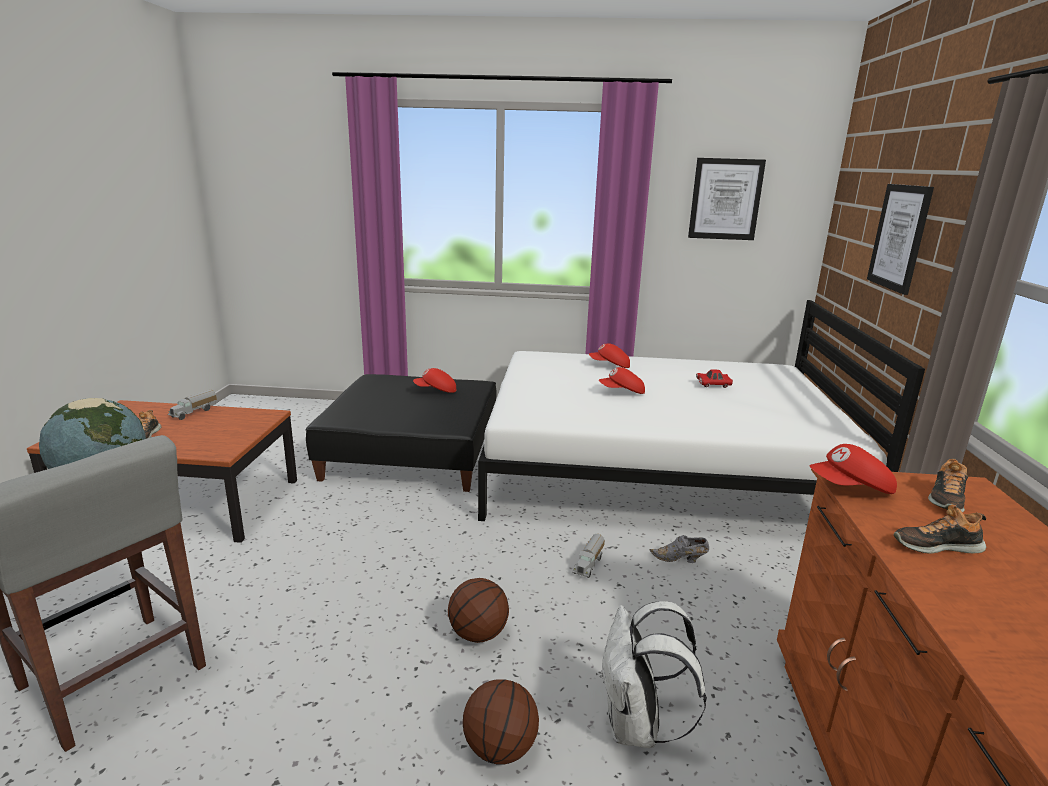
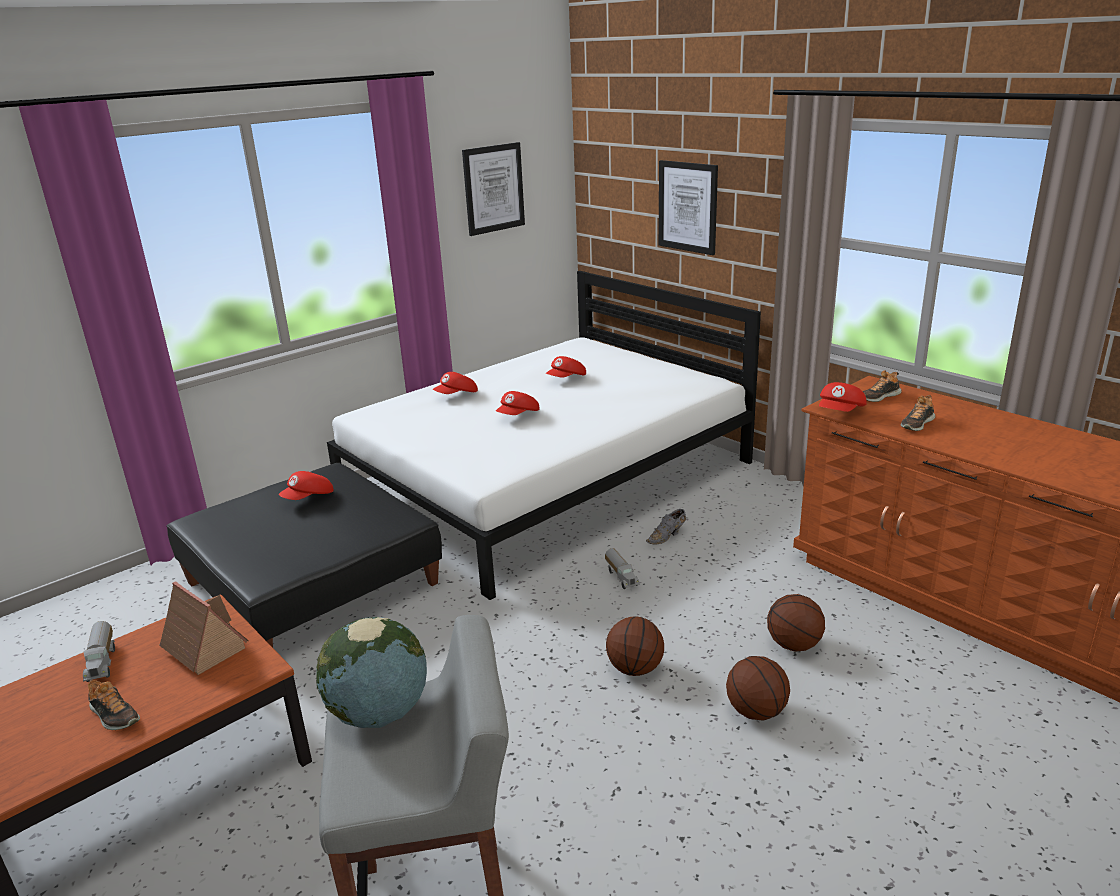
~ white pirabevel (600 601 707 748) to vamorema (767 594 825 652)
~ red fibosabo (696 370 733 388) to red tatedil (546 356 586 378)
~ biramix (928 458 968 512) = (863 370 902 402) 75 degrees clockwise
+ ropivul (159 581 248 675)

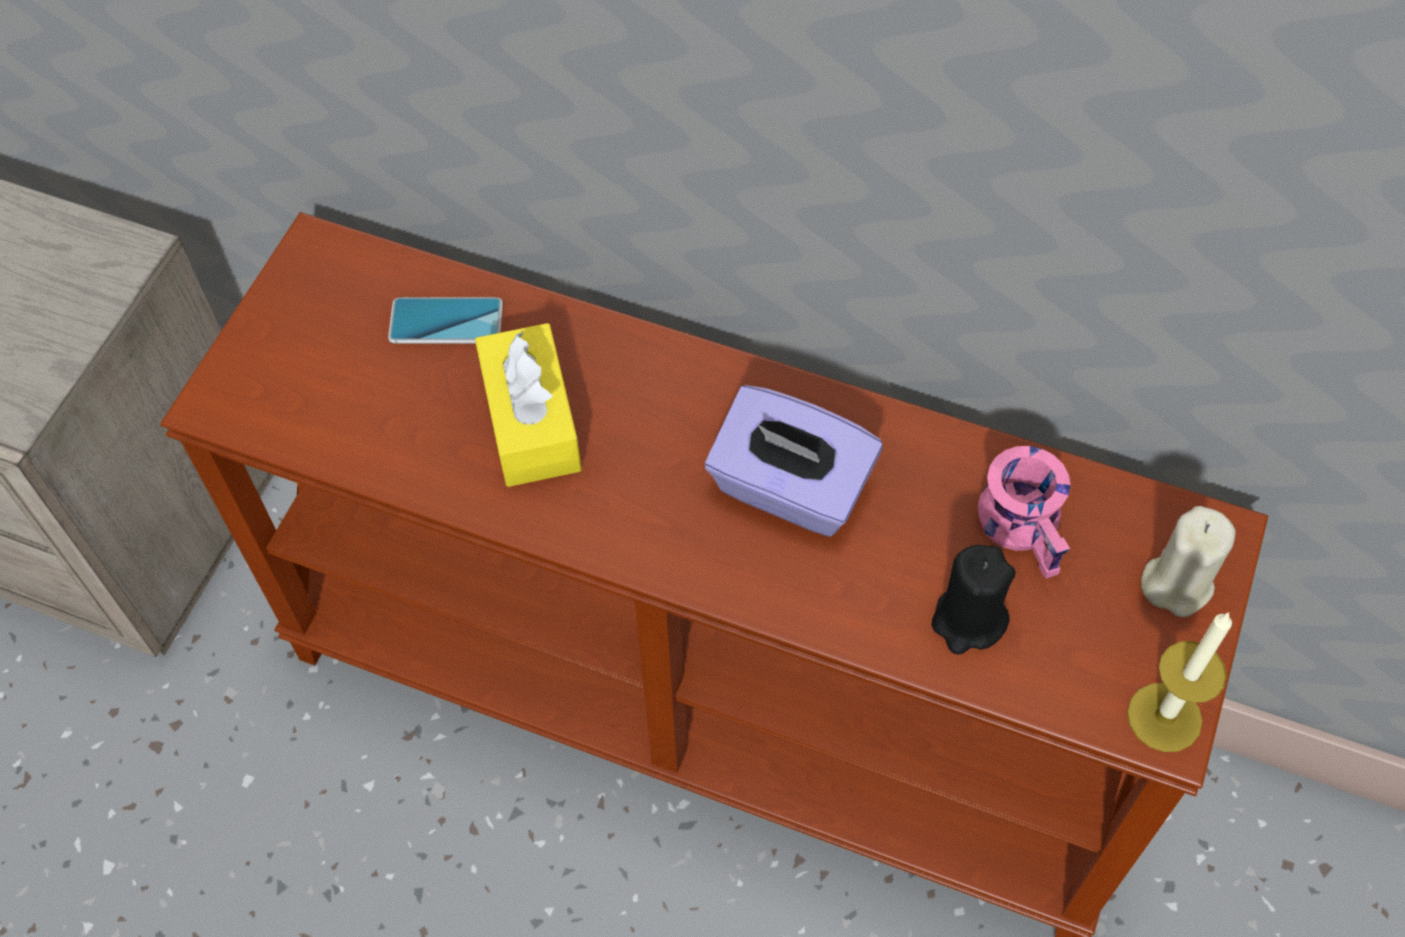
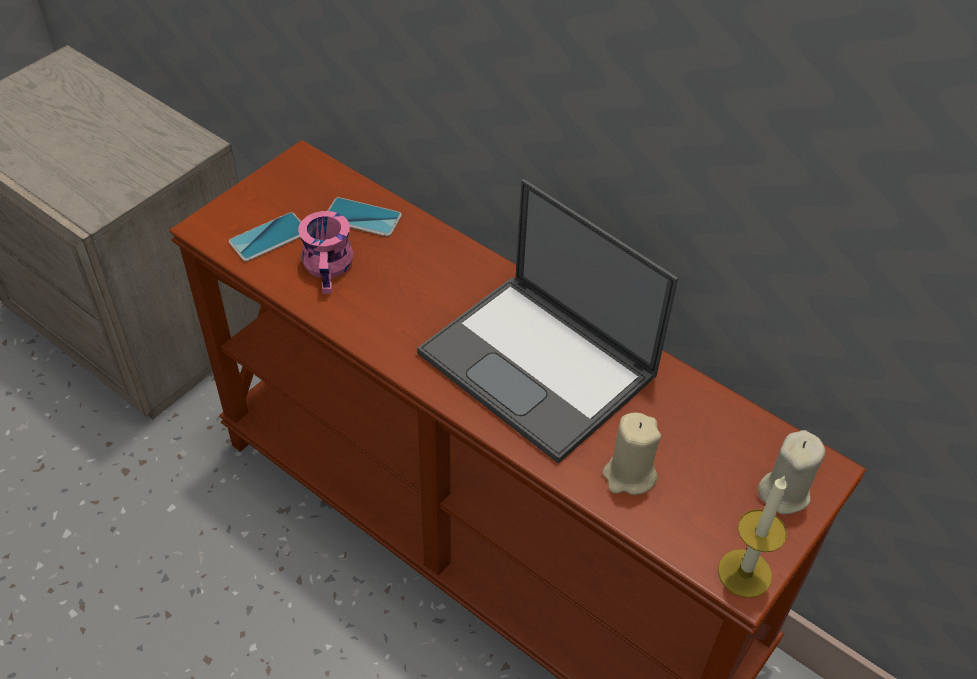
- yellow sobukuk (475 323 582 487)
~ purple sobukuk (705 385 883 537) to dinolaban (417 179 678 464)
~ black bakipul (932 545 1015 655) to beige bakipul (603 412 661 495)
~ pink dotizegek (978 446 1071 579) to (298 211 353 294)
+ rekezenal (229 212 301 261)

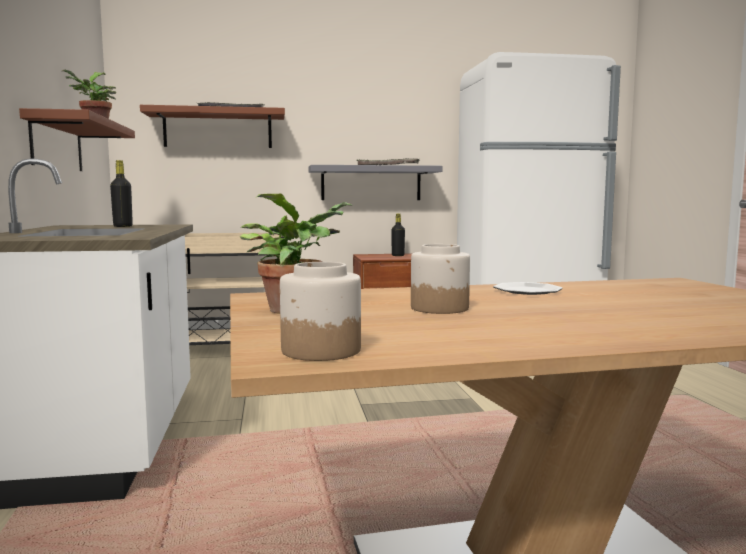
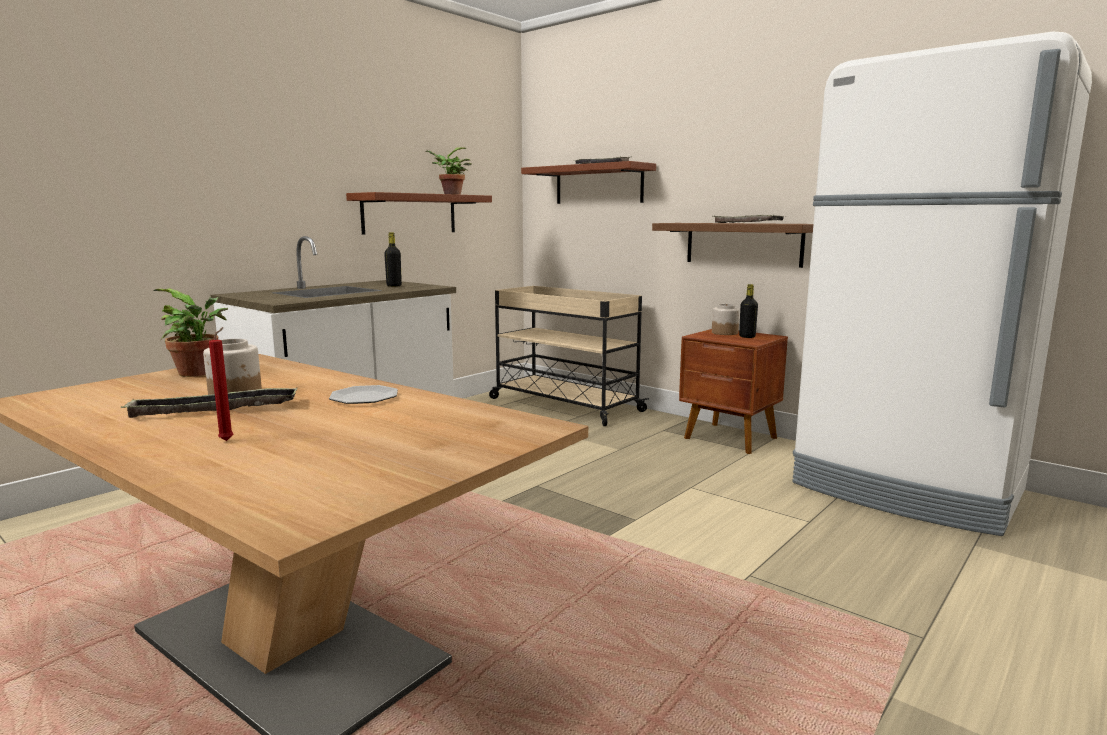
~ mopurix (280 262 361 361) to (712 304 740 335)
~ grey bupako (309 165 442 200) to brown bupako (652 223 813 268)
+ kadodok (121 387 297 418)
+ red bakipul (209 327 233 441)

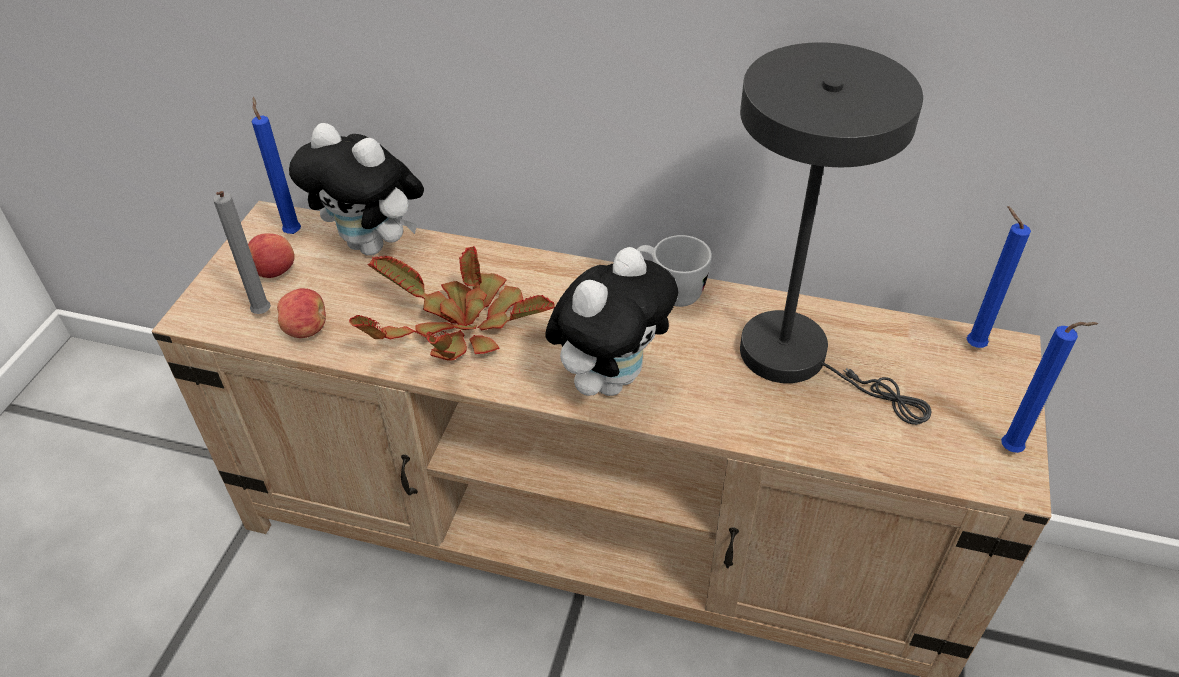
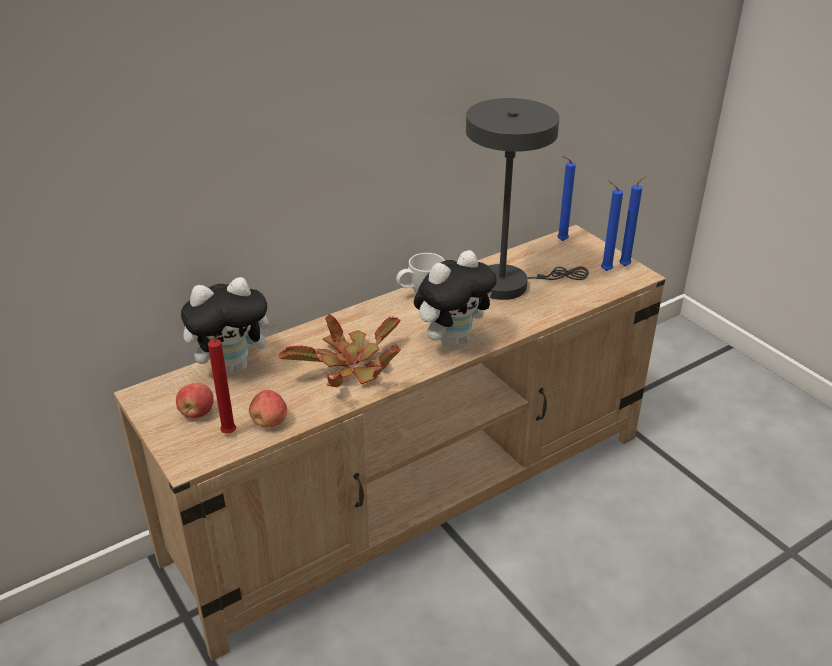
~ grey bakipul (213 191 271 314) to red bakipul (208 335 236 434)
~ blue bakipul (252 97 301 234) to (601 180 623 271)
~ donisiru (545 247 678 396) = (414 250 497 348) 60 degrees clockwise

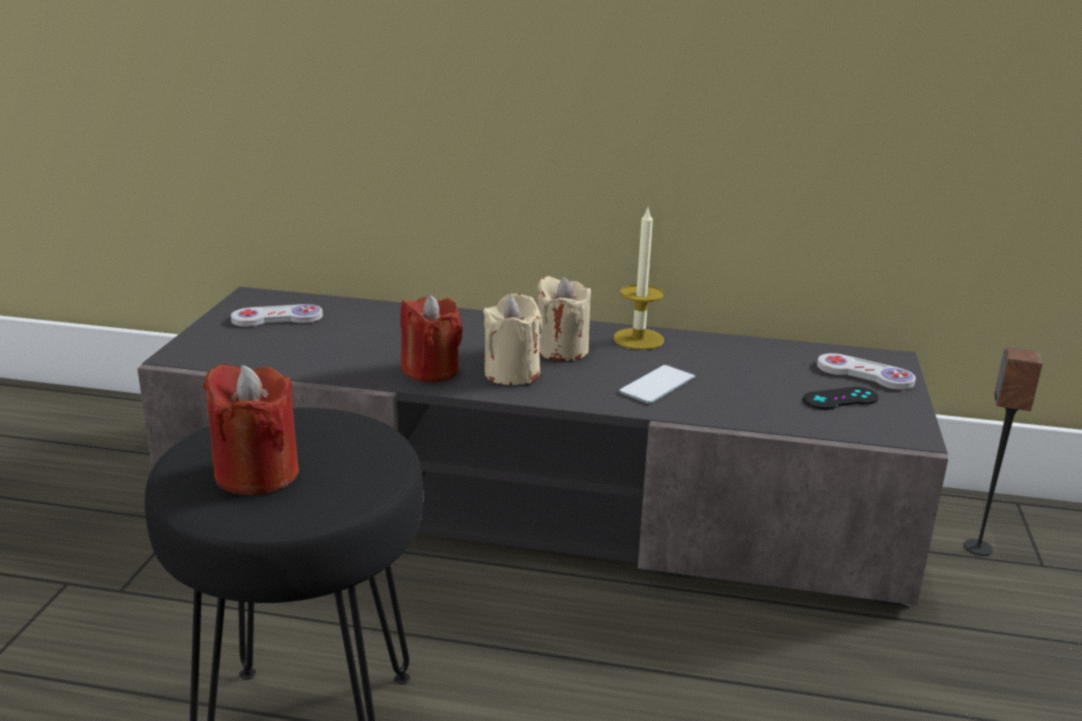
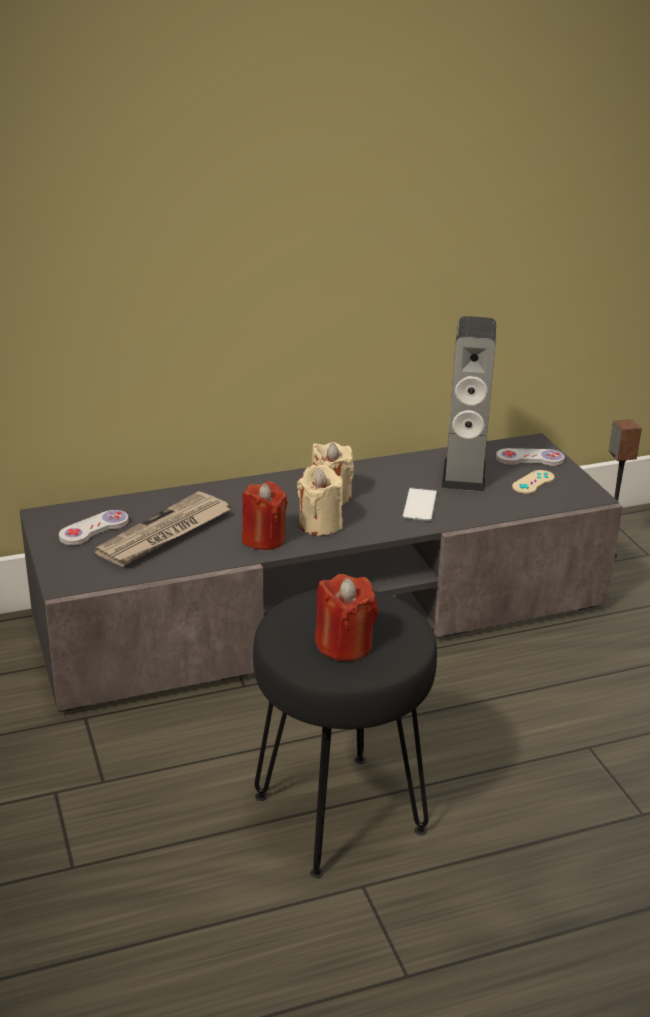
- bakipul (613 209 664 350)
~ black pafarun (803 387 879 410) to beige pafarun (512 470 554 494)
+ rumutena (94 491 231 567)
+ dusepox (442 316 496 492)

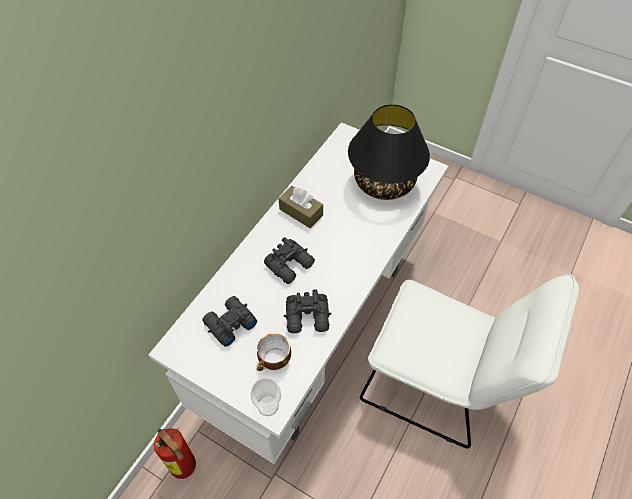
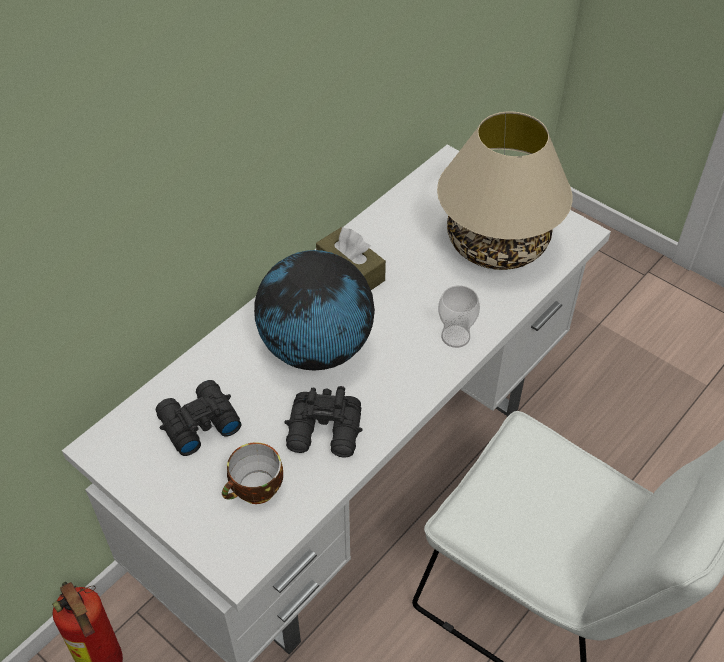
~ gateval (250 378 281 416) to (438 285 480 348)
~ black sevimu (264 237 315 284) to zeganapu (254 250 375 371)
~ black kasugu (348 104 430 200) to beige kasugu (437 111 572 270)

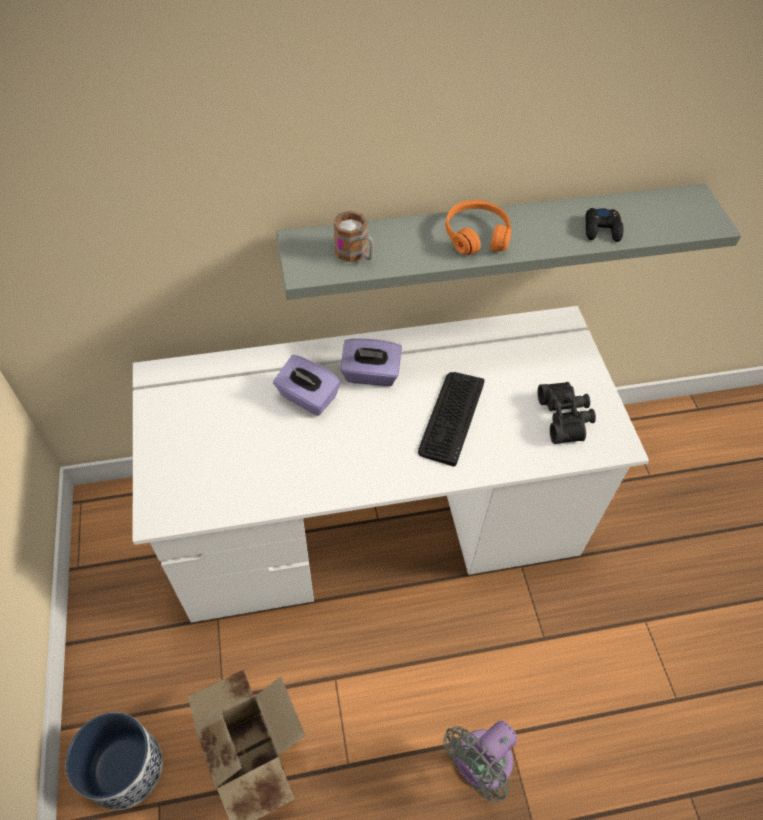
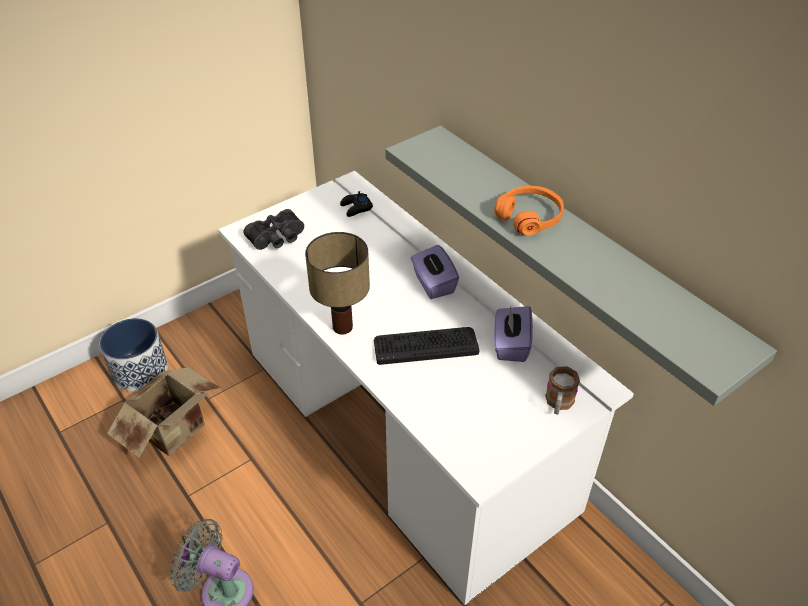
~ purple sobukuk (273 355 341 416) to (494 306 533 362)
~ dotizegek (333 211 374 262) to (545 366 580 414)
~ black sevimu (538 382 596 444) to (244 209 304 250)
~ black pafarun (585 208 624 242) to (340 191 373 217)
+ kasugu (305 232 370 335)

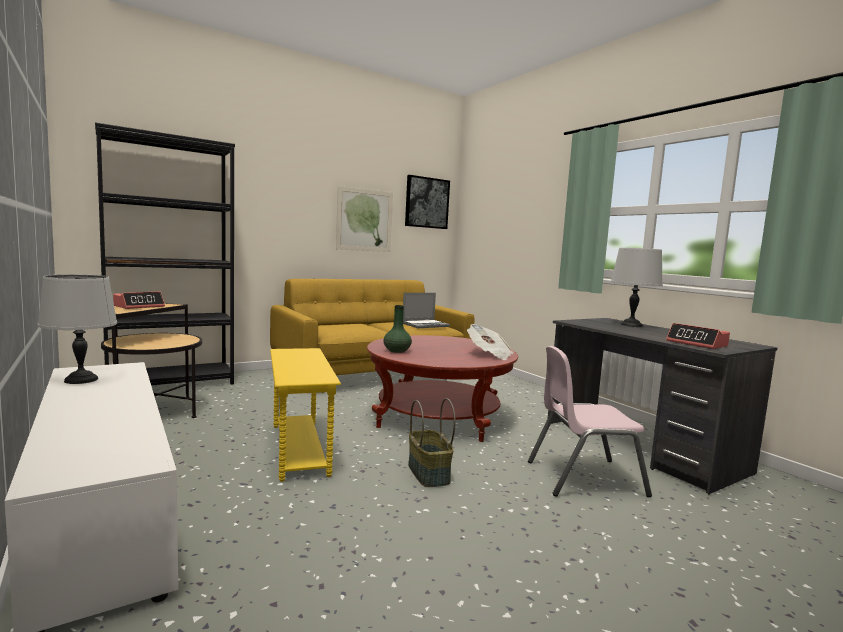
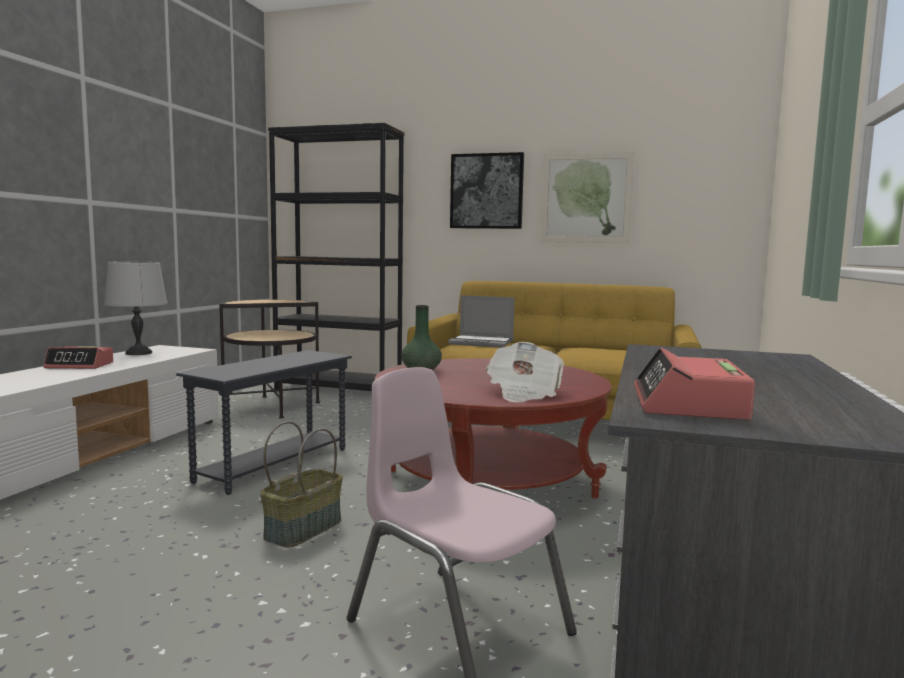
~ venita (113 291 165 309) to (43 346 113 369)
~ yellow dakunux (270 348 341 482) to grey dakunux (176 350 352 495)
~ dinolaban (403 293 450 328) to (448 295 515 348)
~ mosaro (405 175 450 229) to (450 152 524 229)
- grey kasugu (611 248 663 327)

